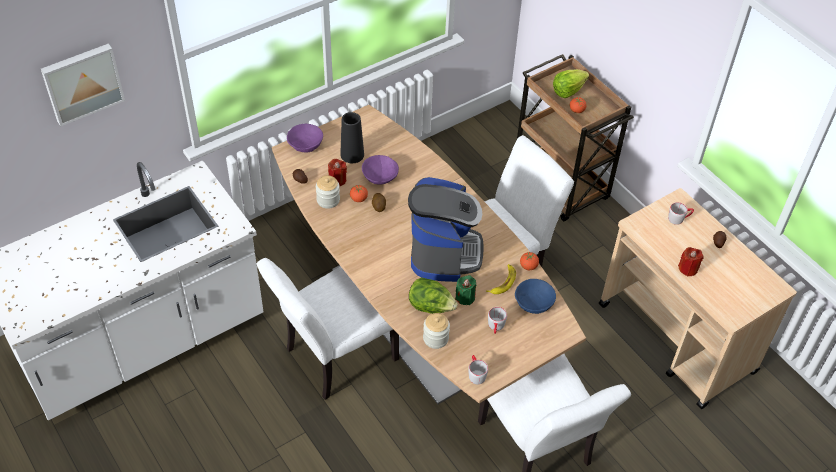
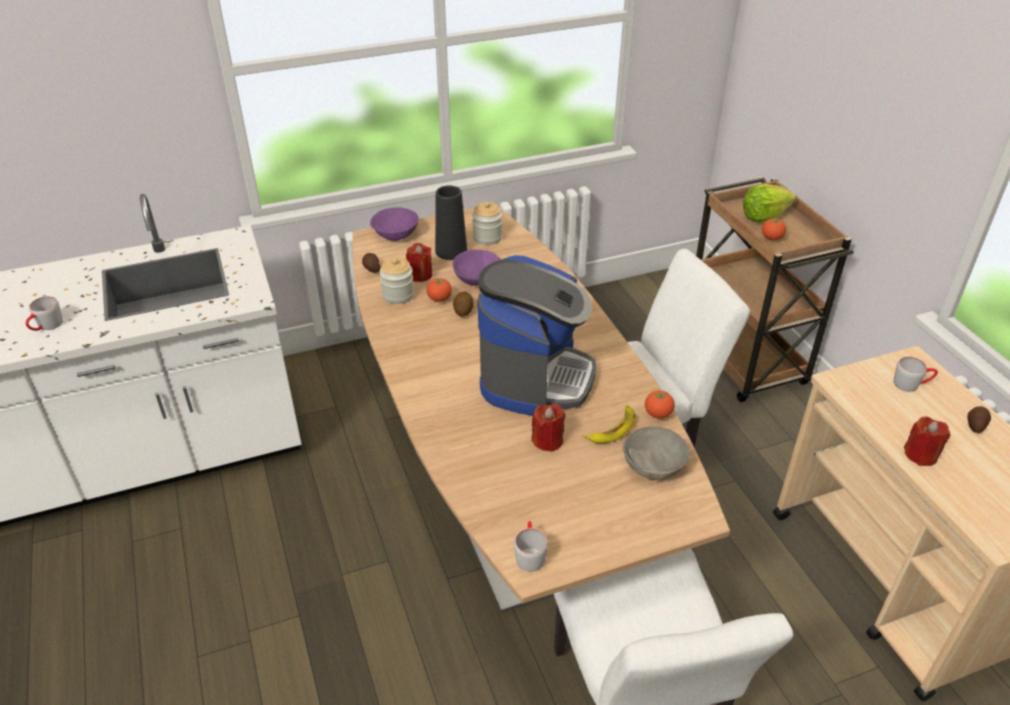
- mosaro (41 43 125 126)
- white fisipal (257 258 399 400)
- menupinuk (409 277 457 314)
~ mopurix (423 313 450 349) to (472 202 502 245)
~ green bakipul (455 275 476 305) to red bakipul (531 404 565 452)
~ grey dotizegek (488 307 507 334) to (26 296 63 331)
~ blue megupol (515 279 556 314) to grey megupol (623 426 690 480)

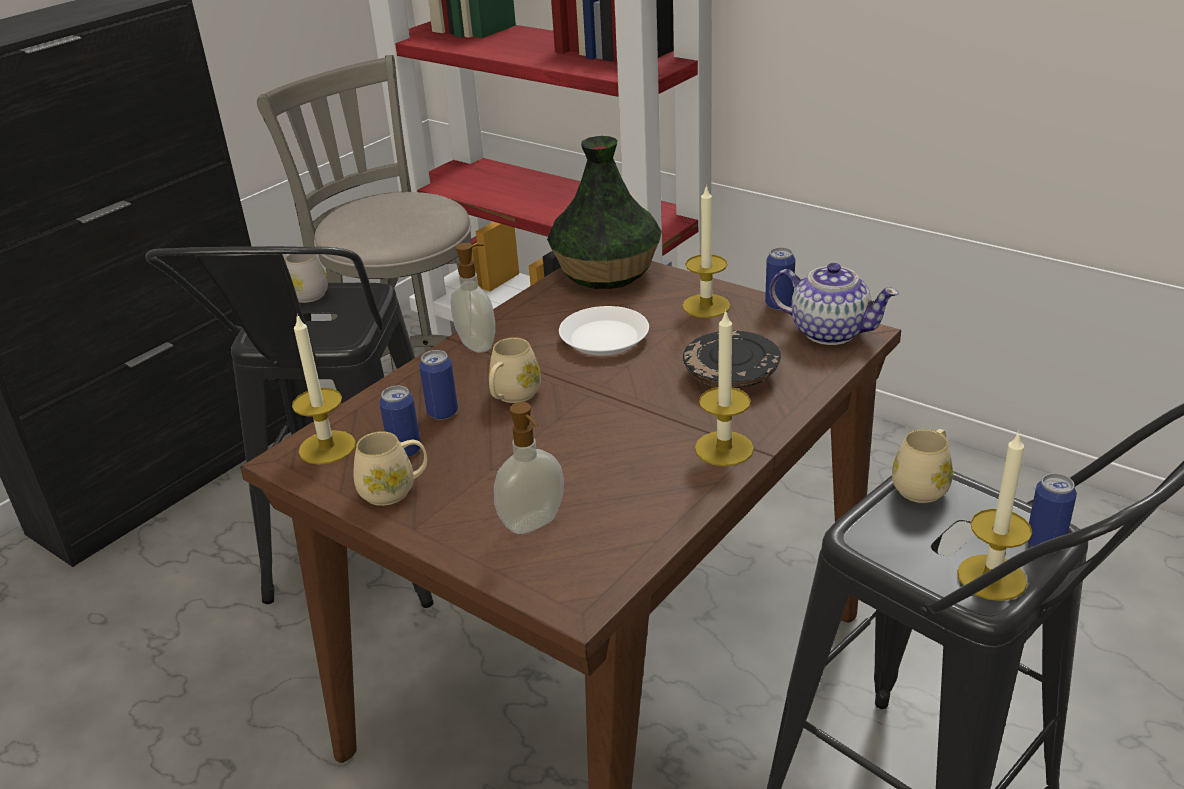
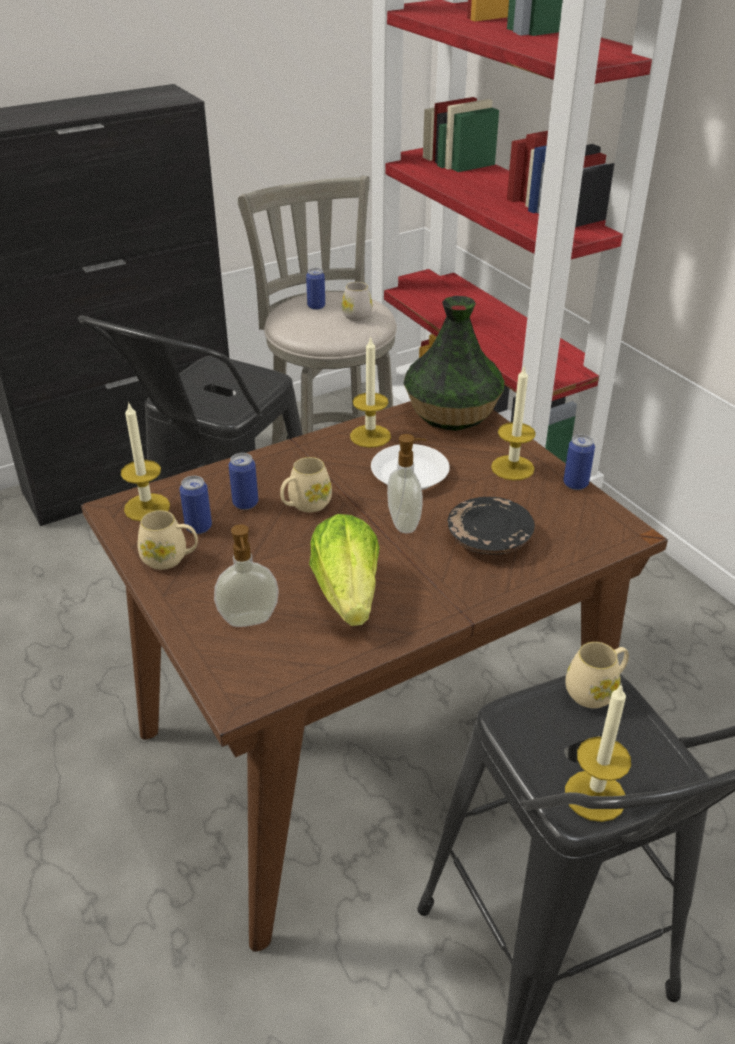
~ white dotizegek (284 254 328 303) to (342 282 373 321)
~ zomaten (450 243 495 353) to (387 434 426 533)
~ bakipul (695 309 754 466) to (350 337 391 448)
- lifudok (769 263 899 345)
~ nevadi (1028 473 1077 554) to (306 268 325 310)
+ menupinuk (309 514 380 626)

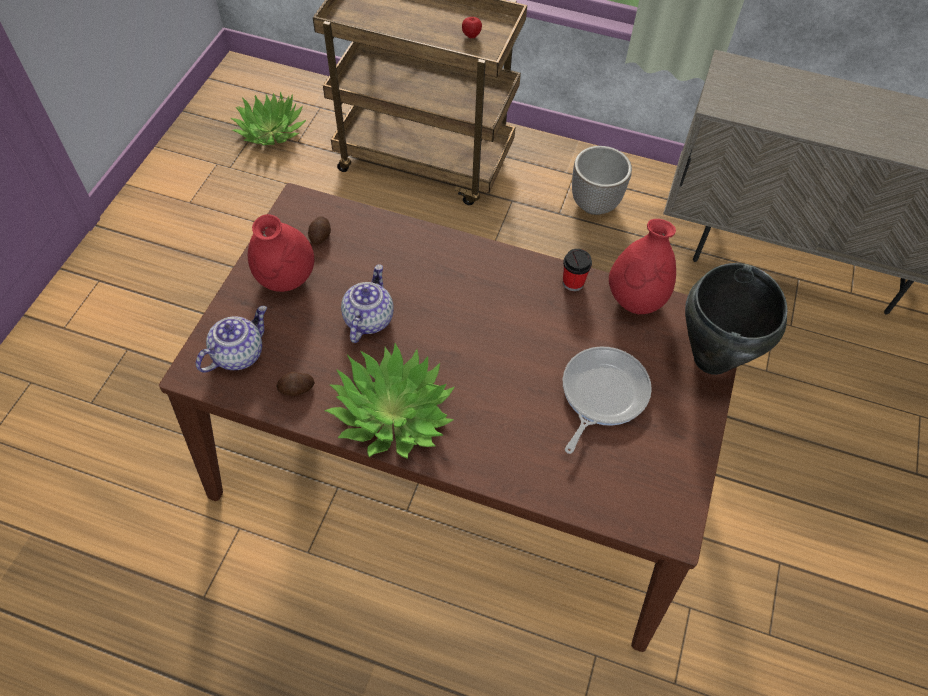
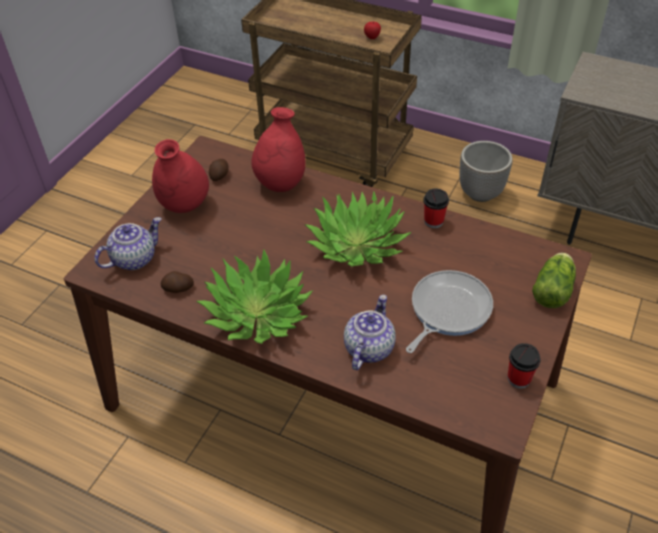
~ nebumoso (231 92 306 145) to (305 191 411 267)
~ lifudok (341 264 394 343) to (344 295 396 370)
~ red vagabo (609 219 676 314) to (251 107 306 192)
~ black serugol (685 263 787 375) to menupinuk (532 252 576 308)
+ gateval (508 343 541 389)

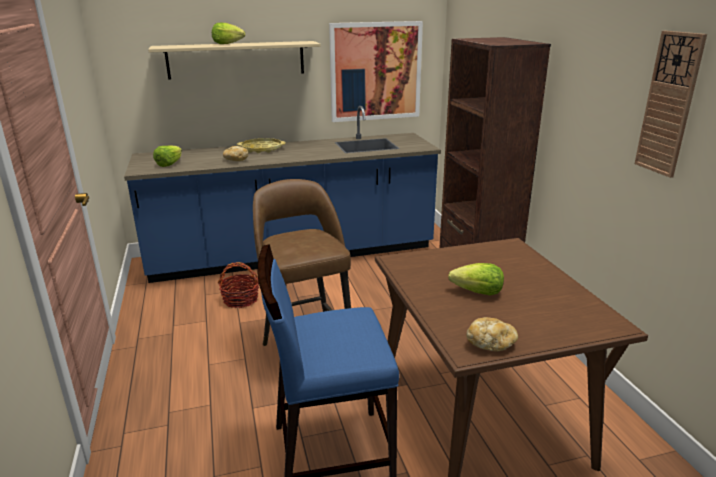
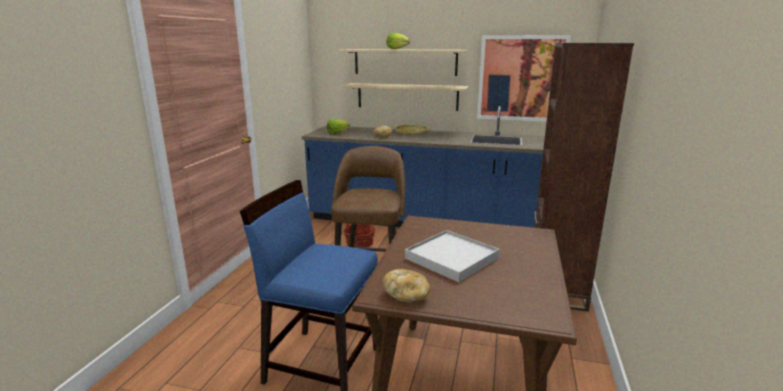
~ menupinuk (448 263 504 296) to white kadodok (405 230 500 282)
- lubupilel (635 31 707 178)
+ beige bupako (341 83 469 111)

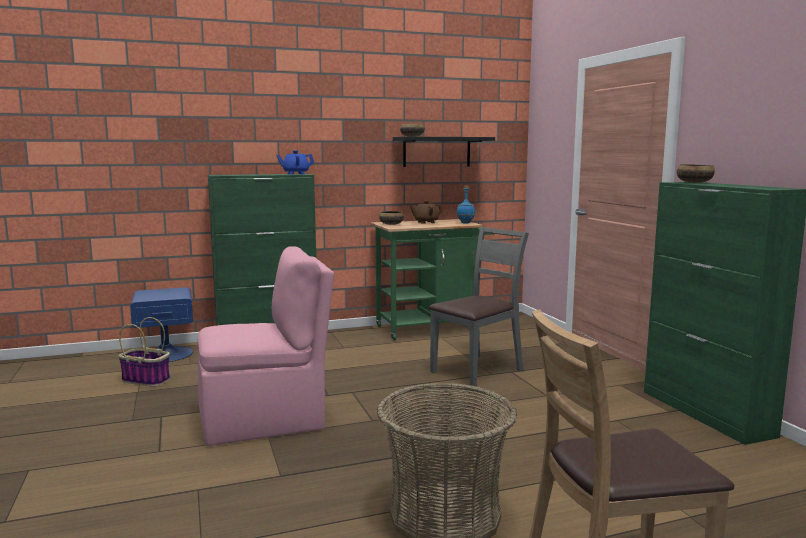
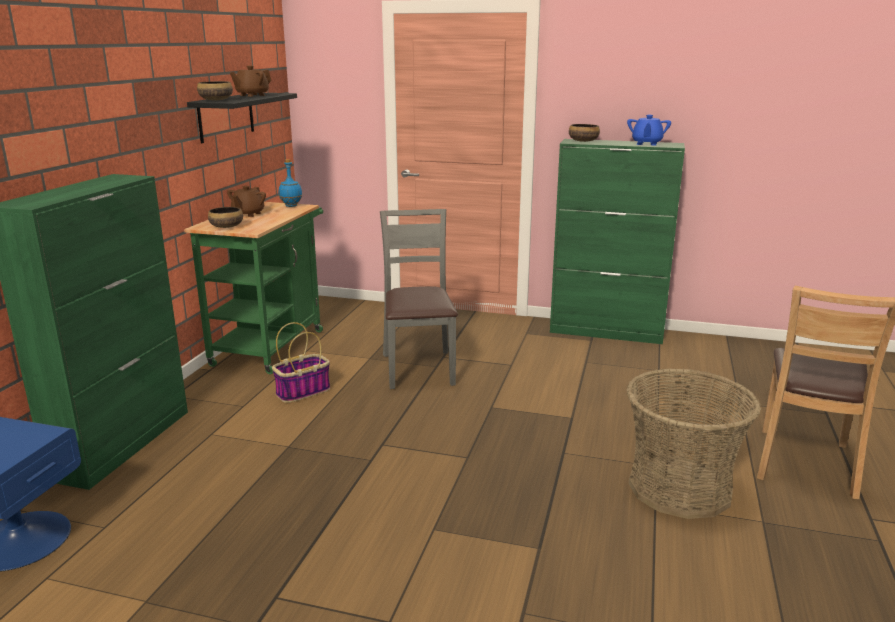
~ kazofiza (118 317 170 387) to (272 322 330 403)
- pink fisipal (198 246 334 446)
~ blue lifudok (276 150 314 175) to (627 115 671 146)
+ brown lifudok (230 66 272 97)

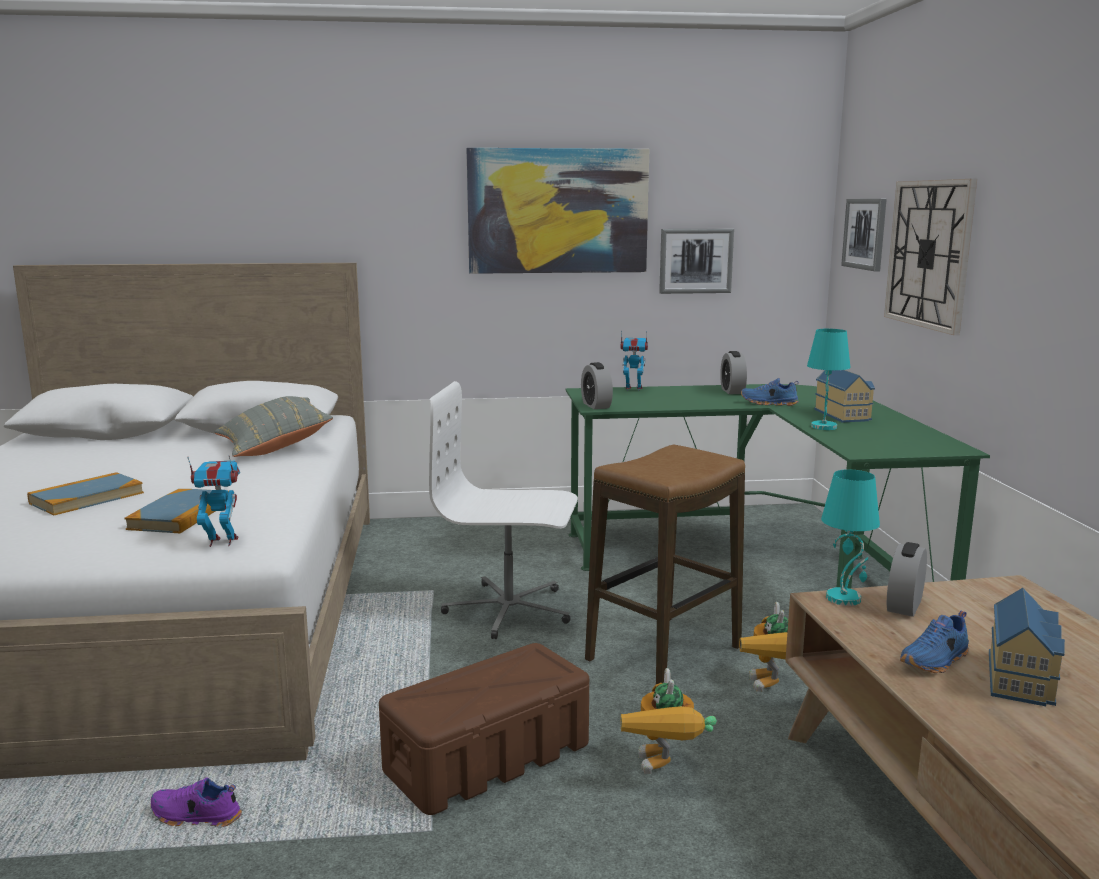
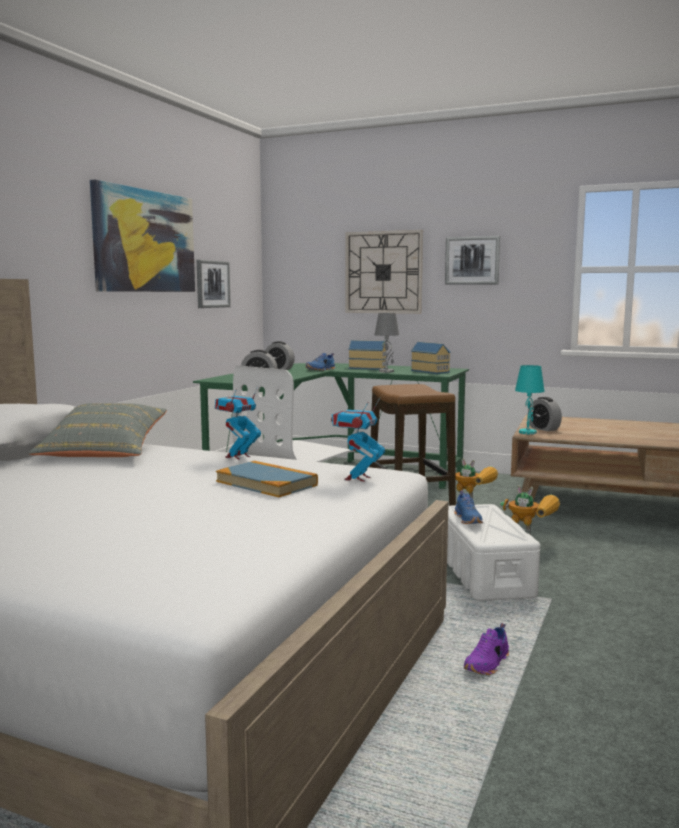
- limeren (27 472 144 515)
~ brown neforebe (379 643 589 815) to white neforebe (447 504 540 601)
~ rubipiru (621 331 648 391) to (215 386 261 460)
~ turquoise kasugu (807 329 851 430) to grey kasugu (375 313 399 373)
~ mosaro (841 199 887 271) to (445 236 500 285)
~ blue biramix (900 611 969 673) to (454 490 483 524)
~ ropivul (989 588 1065 706) to (411 342 451 374)

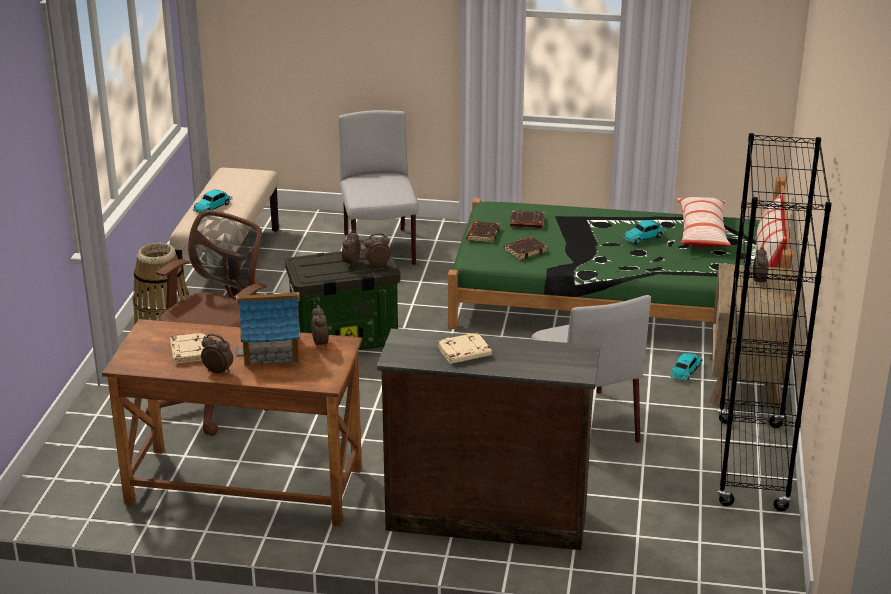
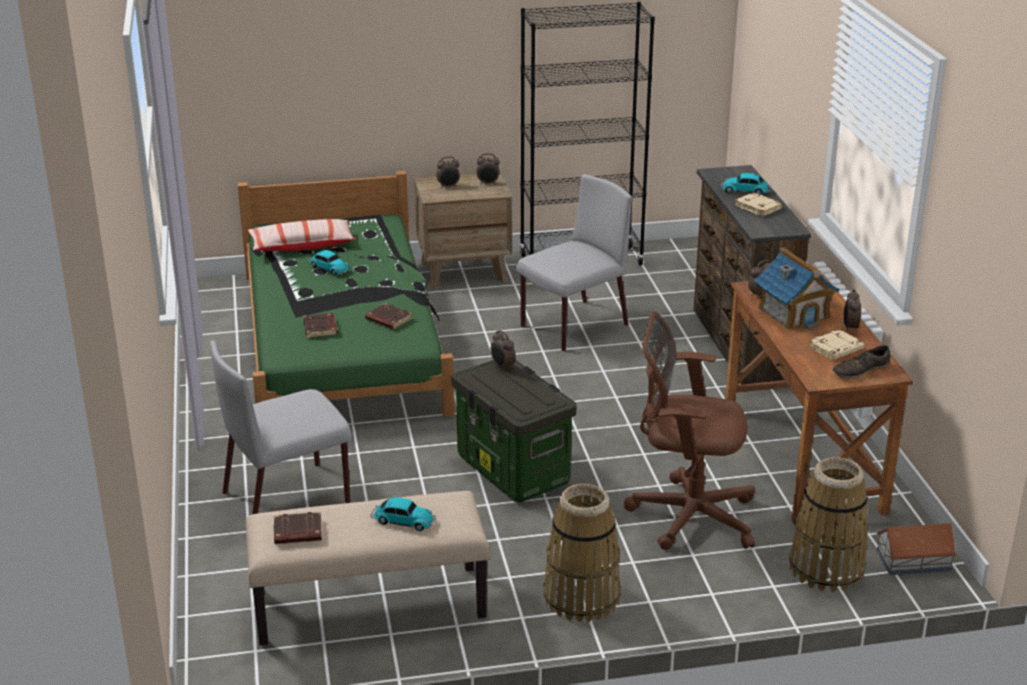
~ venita (342 230 361 267) to (476 153 500 185)
~ brown limeren (466 221 500 243) to (273 512 322 544)
~ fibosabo (669 353 703 381) to (720 173 771 195)
- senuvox (756 192 787 267)
+ kazofiza (789 457 869 592)
+ brown biramix (832 345 890 379)
+ ropivul (876 523 957 575)

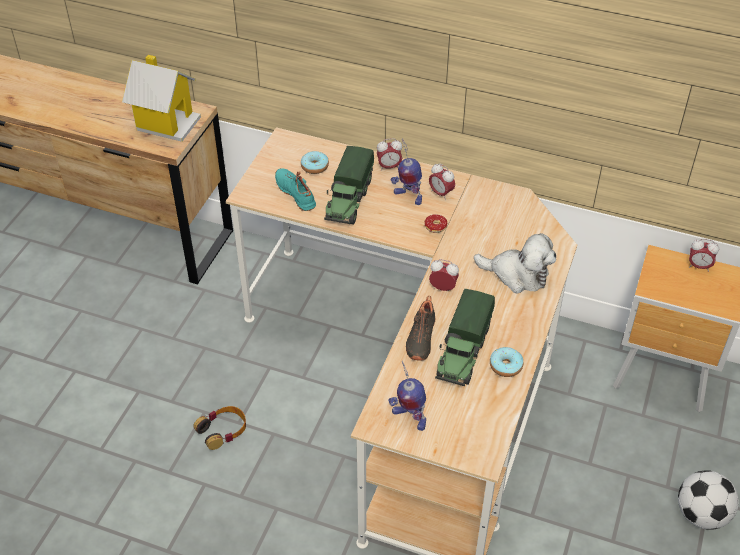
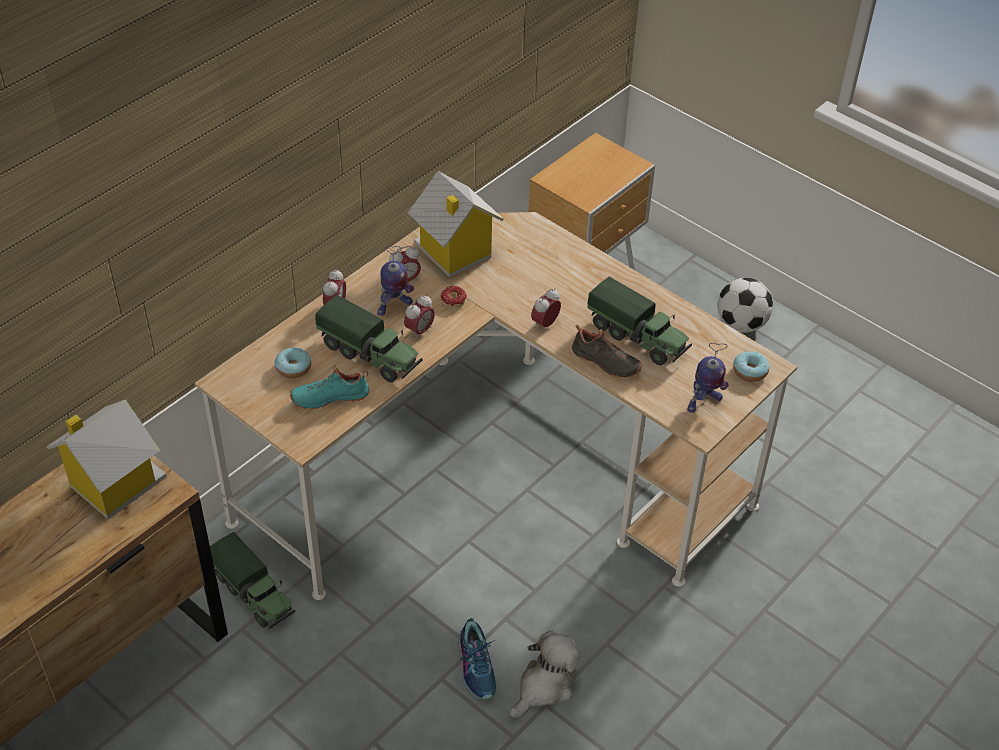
~ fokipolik (193 406 246 450) to biramix (458 618 497 699)
~ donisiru (474 233 556 294) to (509 630 580 718)
~ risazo (490 347 523 377) to (733 351 770 382)
~ venita (689 239 719 272) to (404 295 435 340)
+ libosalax (210 532 295 628)
+ ropivul (408 171 504 278)

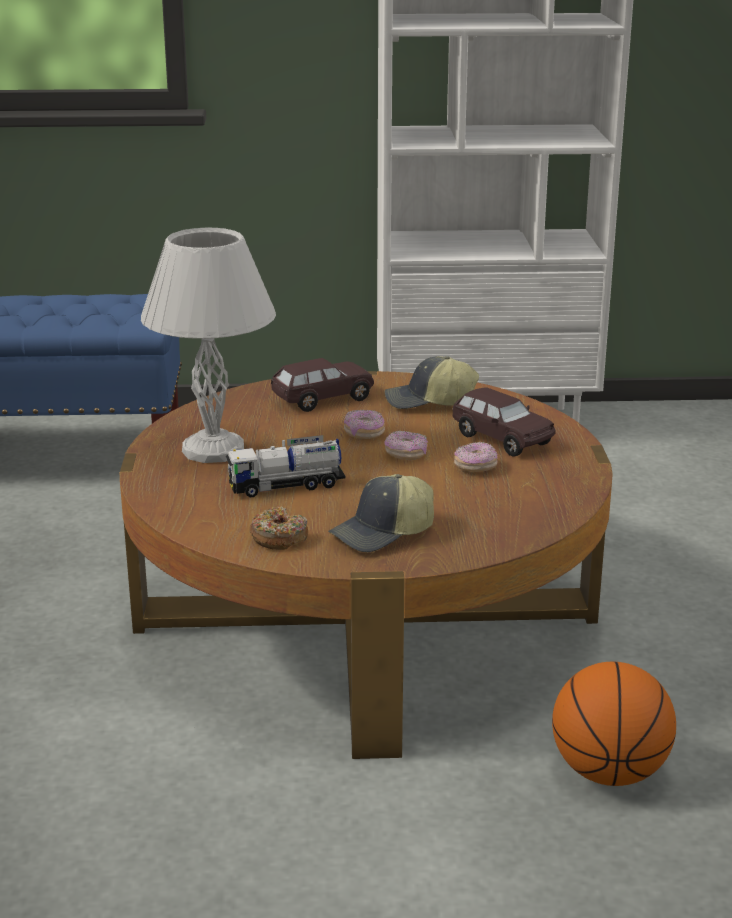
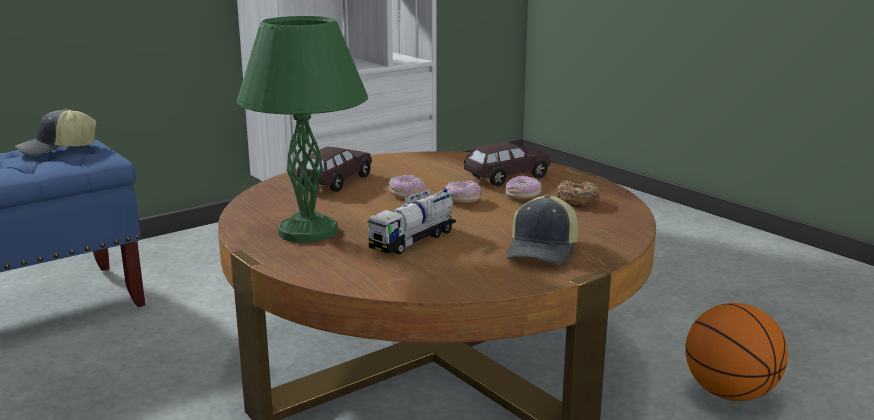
~ white kasugu (141 227 276 463) to green kasugu (237 16 368 243)
~ risazo (249 506 308 550) to (556 180 600 207)
~ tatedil (385 356 479 409) to (15 108 97 156)
~ brown fibosabo (452 387 556 457) = (464 142 551 187) 45 degrees counterclockwise

